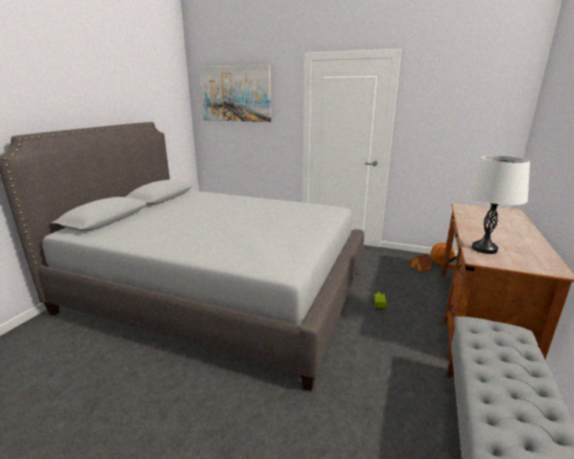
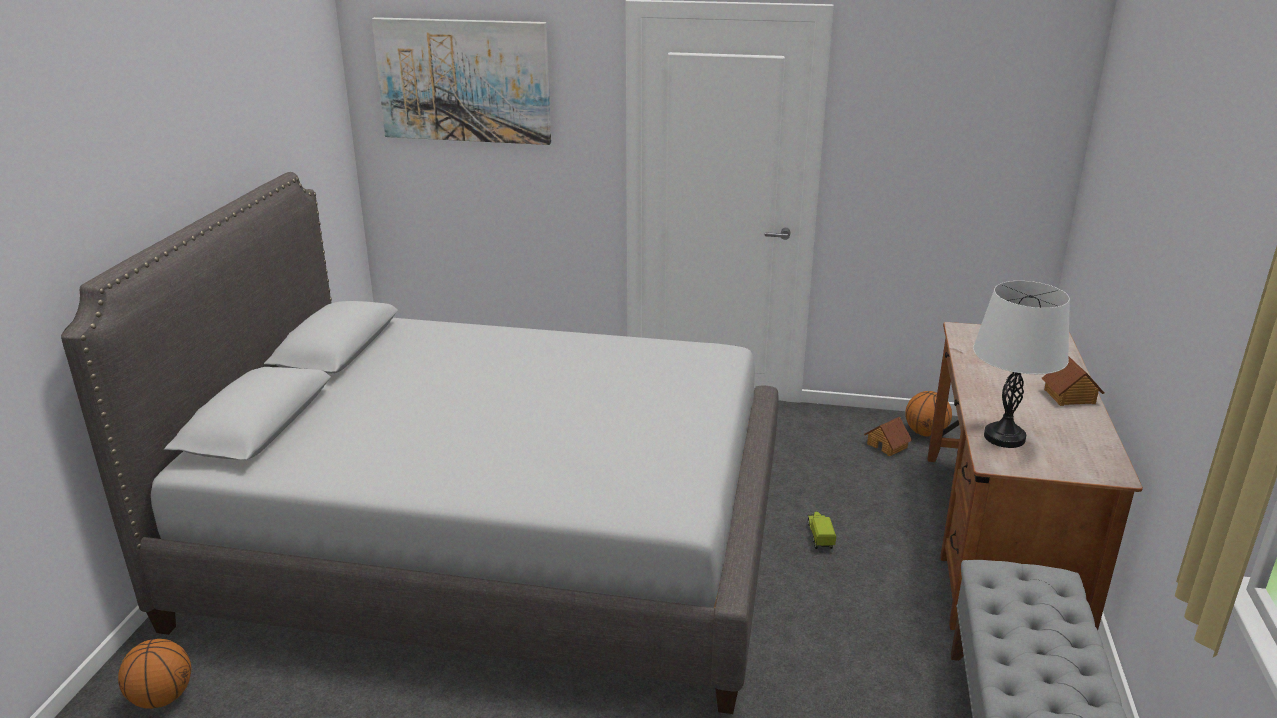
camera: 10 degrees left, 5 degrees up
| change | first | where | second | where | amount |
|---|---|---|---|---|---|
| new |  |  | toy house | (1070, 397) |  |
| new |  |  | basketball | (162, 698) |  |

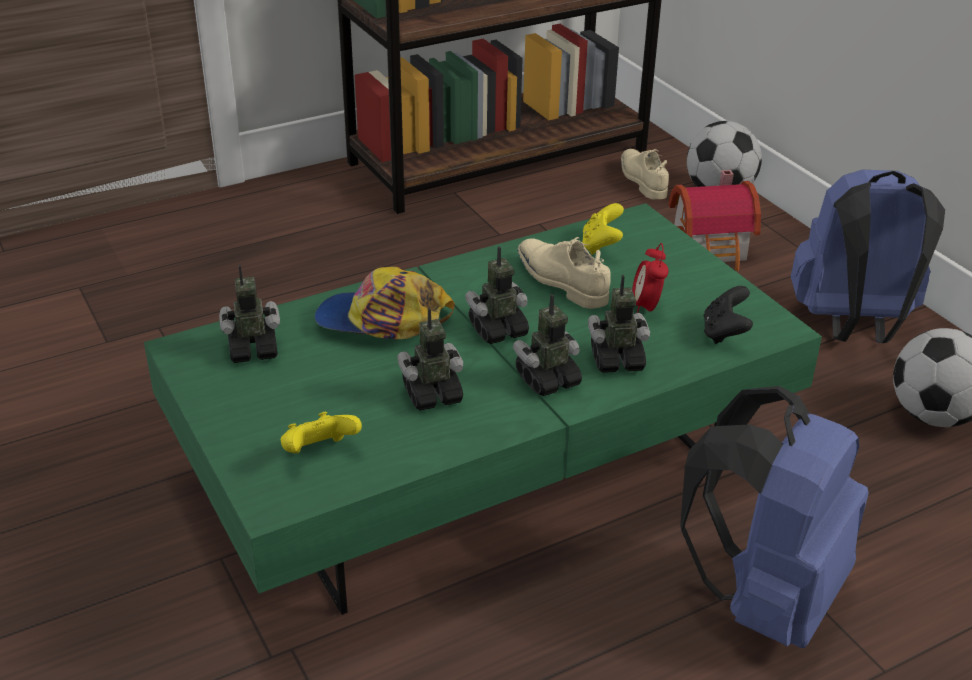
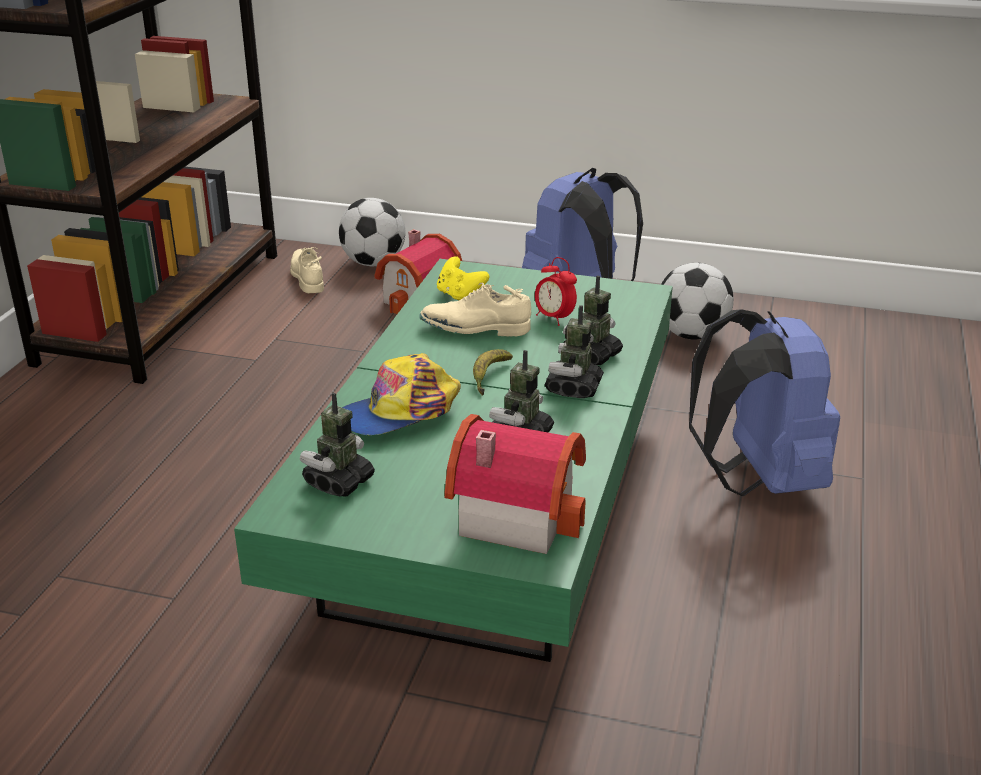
camera: 45 degrees left, 5 degrees down
| change | first | where | second | where | amount |
|---|---|---|---|---|---|
| rotated | shoe in beige | (642, 181) |  | (307, 278) | 45 degrees clockwise |
| swapped | toy robot | (498, 330) | banana | (489, 377) |  |
| gone | game controller in black | (724, 333) |  |  |  |
| swapped | game controller in yellow | (319, 452) | toy house | (515, 512) |  |

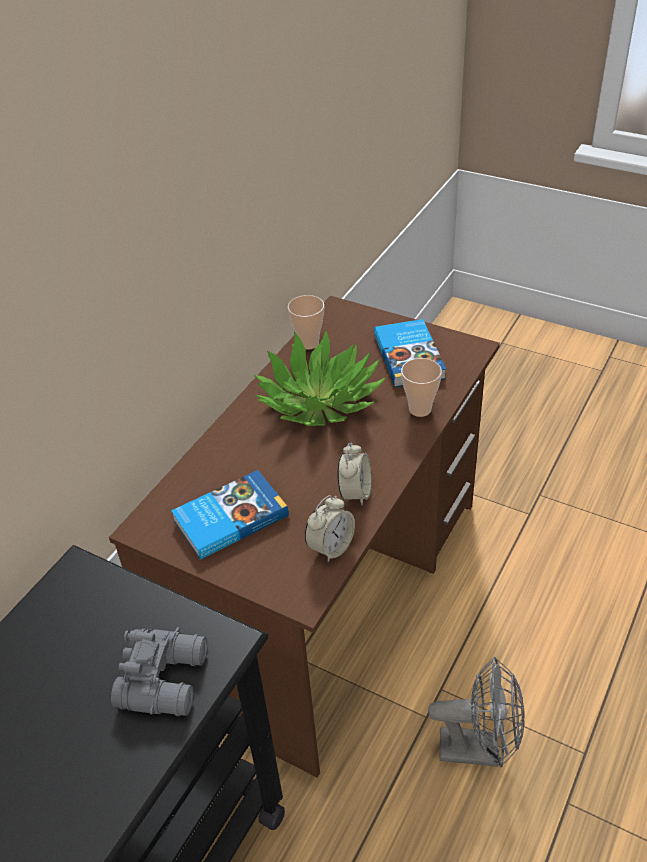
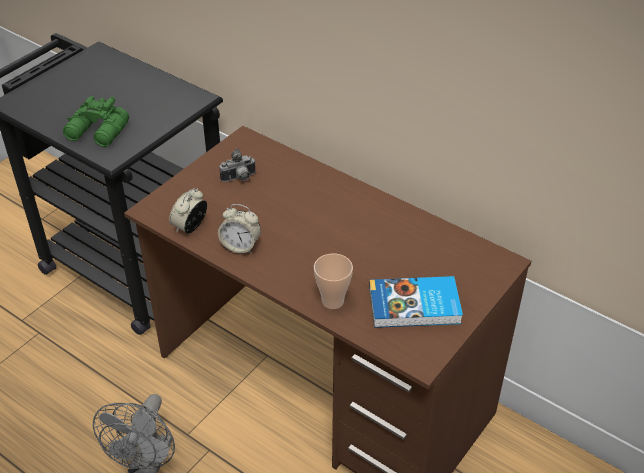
camera: 95 degrees right, 0 degrees up
| change | first | where | second | where | amount |
|---|---|---|---|---|---|
| gone | cup | (308, 343) |  |  |  |
| gone | potted plant | (320, 401) |  |  |  |
| swapped | book | (229, 517) | photo camera | (239, 178) |  |
| rotated | alarm clock | (331, 547) |  | (190, 227) | 75 degrees clockwise |
| repainted | binoculars in grey | (166, 678) | binoculars in green | (98, 133) |  |

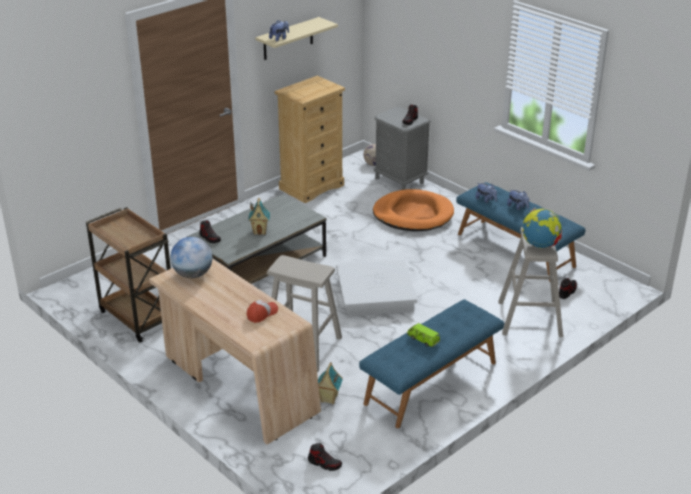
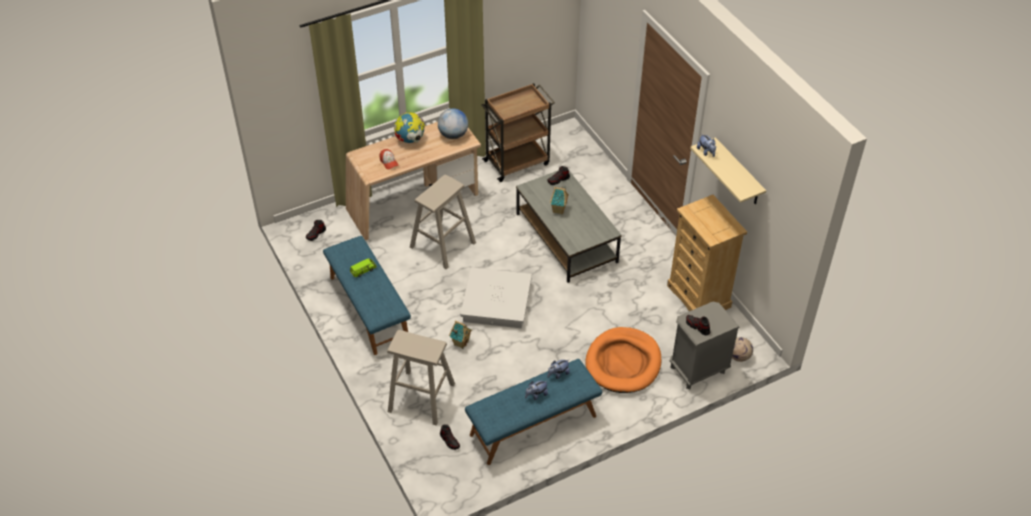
camera: 105 degrees right, 15 degrees up
| change | first | where | second | where | amount |
|---|---|---|---|---|---|
| shifted | globe | (540, 245) |  | (410, 140) |  |
| shifted | toy house | (328, 399) |  | (460, 343) |  |

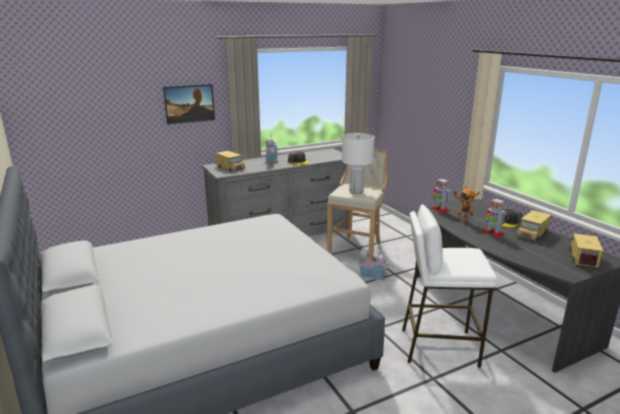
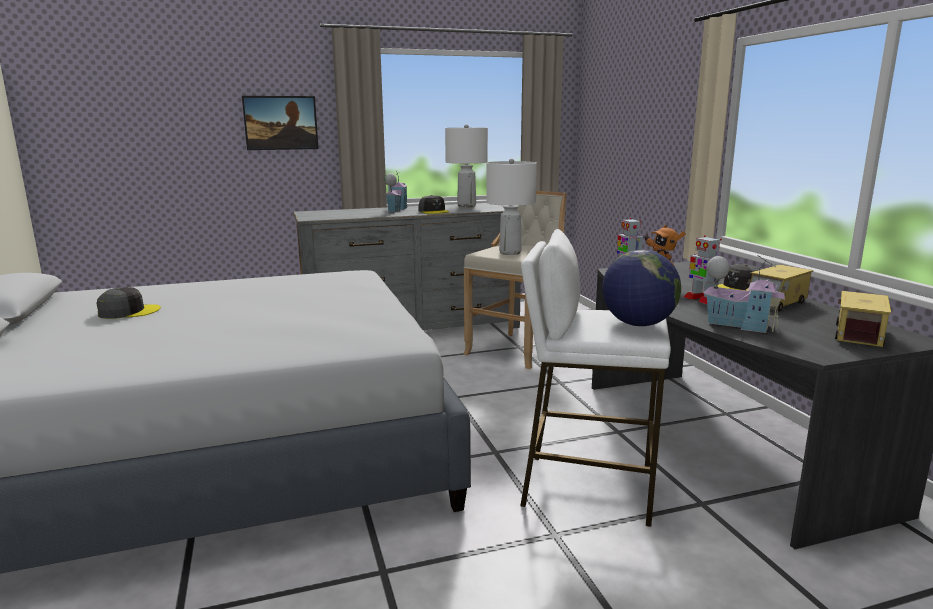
camera: 10 degrees right, 5 degrees down
| change | first | where | second | where | amount |
|---|---|---|---|---|---|
| gone | toy truck | (230, 168) |  |  |  |
| shifted | toy house | (373, 276) |  | (740, 325) |  |
| new |  |  | table lamp in white | (466, 206) |  |
| new |  |  | globe | (638, 324) |  |
| new |  |  | cap in grey | (128, 312) |  |

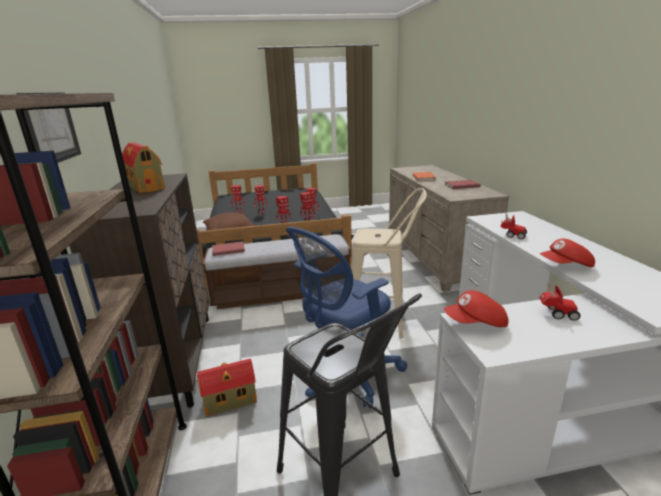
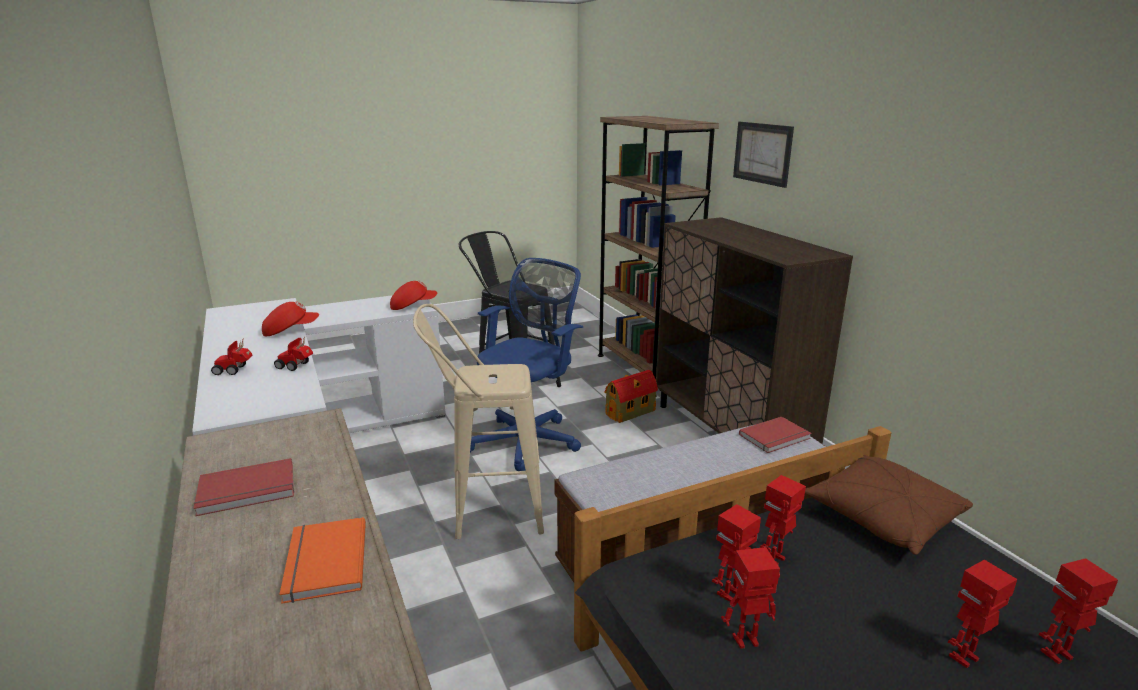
camera: 165 degrees right, 0 degrees up
| change | first | where | second | where | amount |
|---|---|---|---|---|---|
| gone | toy house | (145, 186) |  |  |  |
| shifted | toy car | (556, 313) |  | (235, 370) |  |

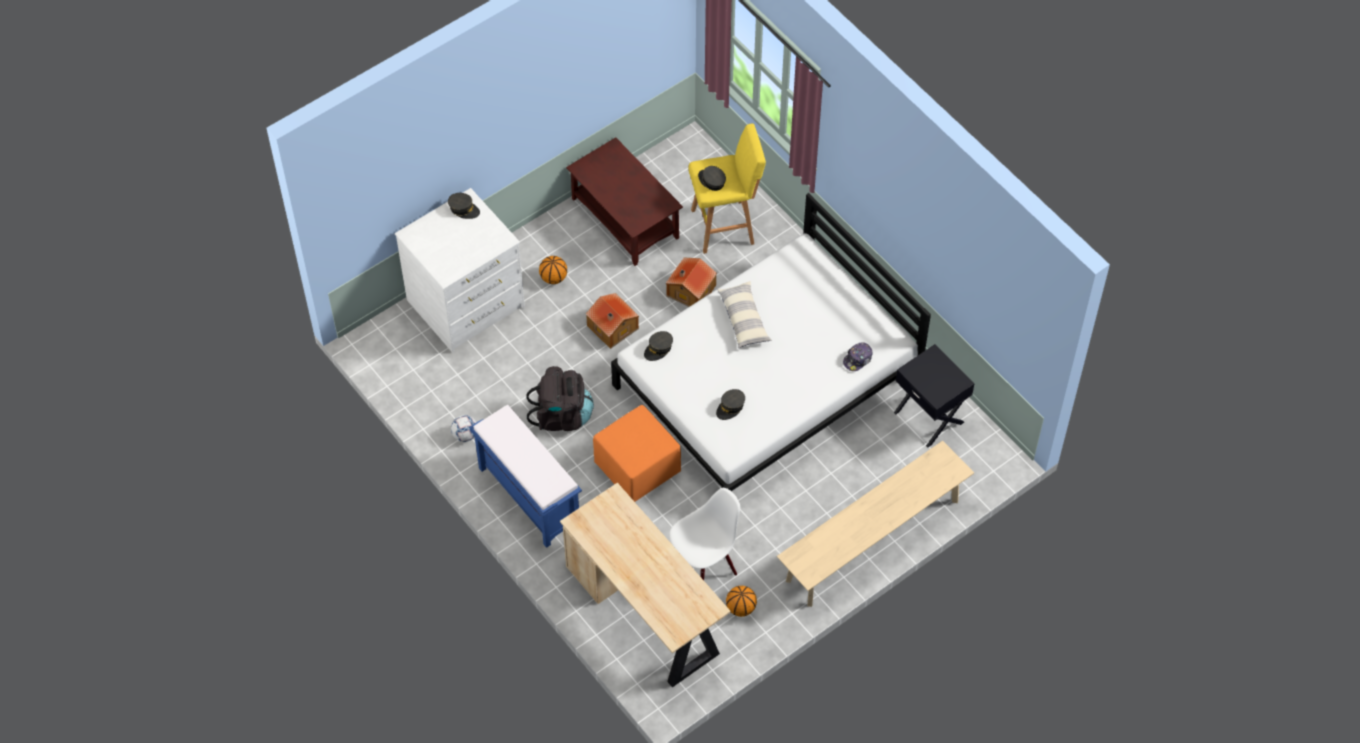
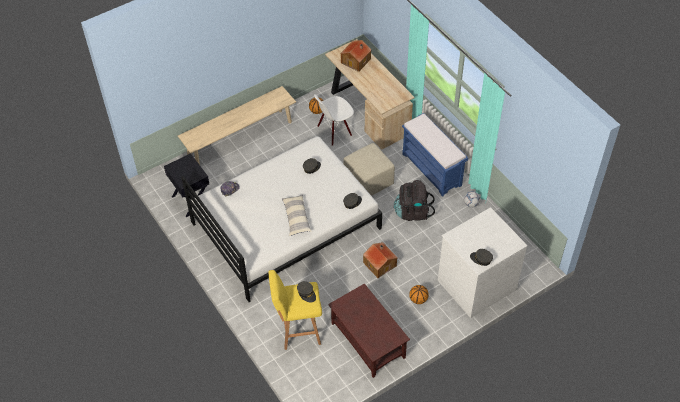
camera: 175 degrees left, 5 degrees down
| change | first | where | second | where | amount |
|---|---|---|---|---|---|
| shifted | toy house | (690, 291) |  | (356, 61) |  |
| repainted | ottoman in orange | (638, 468) | ottoman in beige | (368, 181) |  |

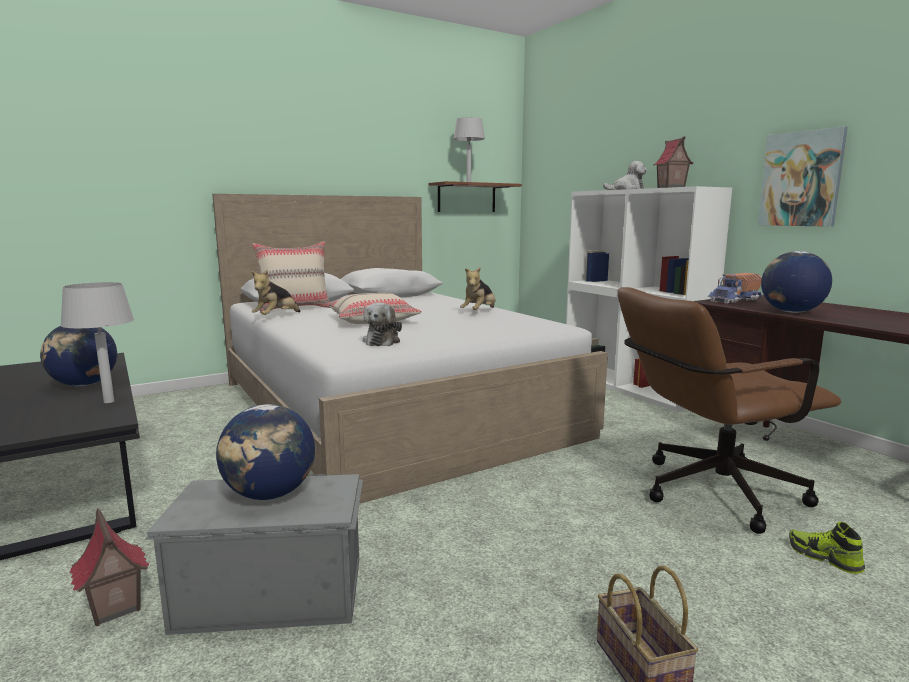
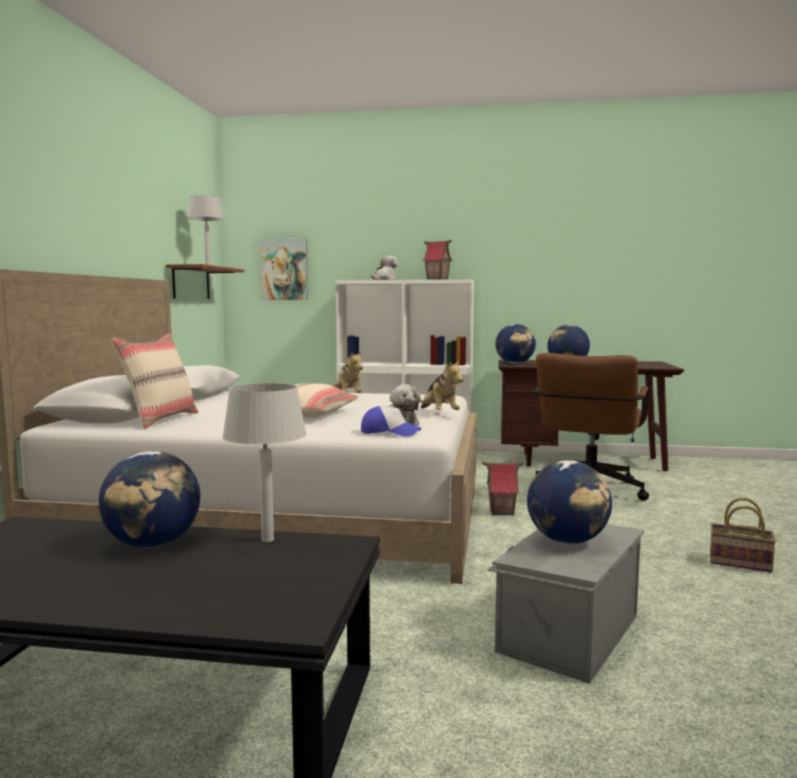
camera: 50 degrees left, 5 degrees down
| change | first | where | second | where | amount |
|---|---|---|---|---|---|
| shifted | picture | (801, 179) |  | (284, 269) |  |
| shifted | plush toy | (276, 317) |  | (439, 413) |  |
| swapped | toy truck | (735, 300) | globe | (515, 363) |  |
| shifted | toy house | (114, 608) |  | (502, 512) |  |
| gone | shoe | (824, 558) |  |  |  |
| new |  |  | cap | (390, 432) |  |

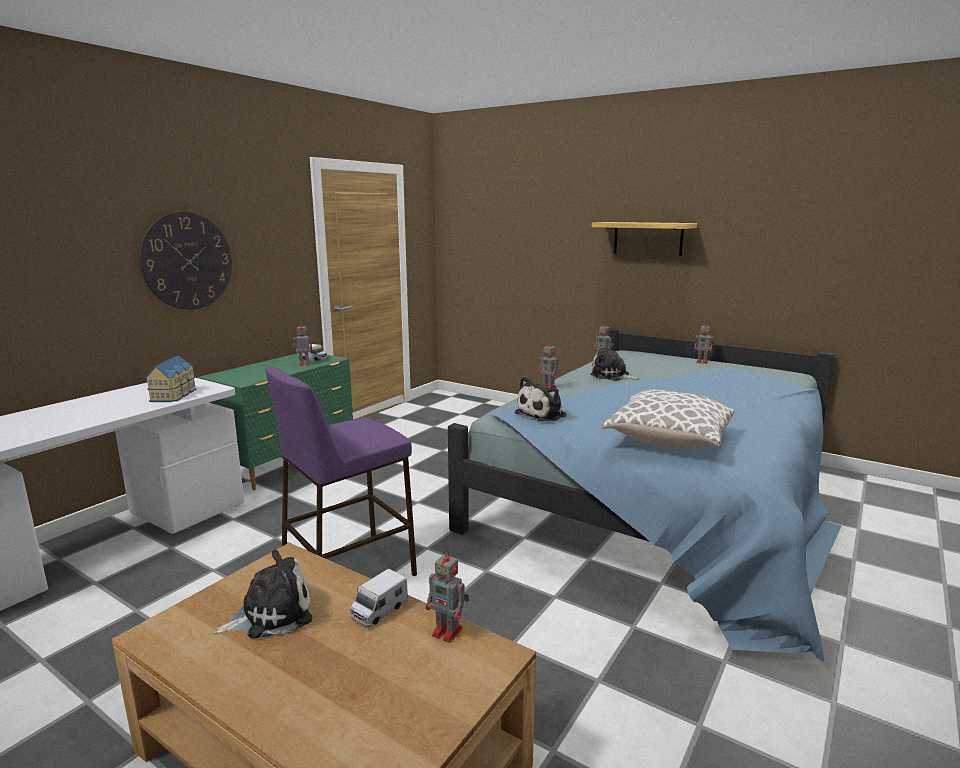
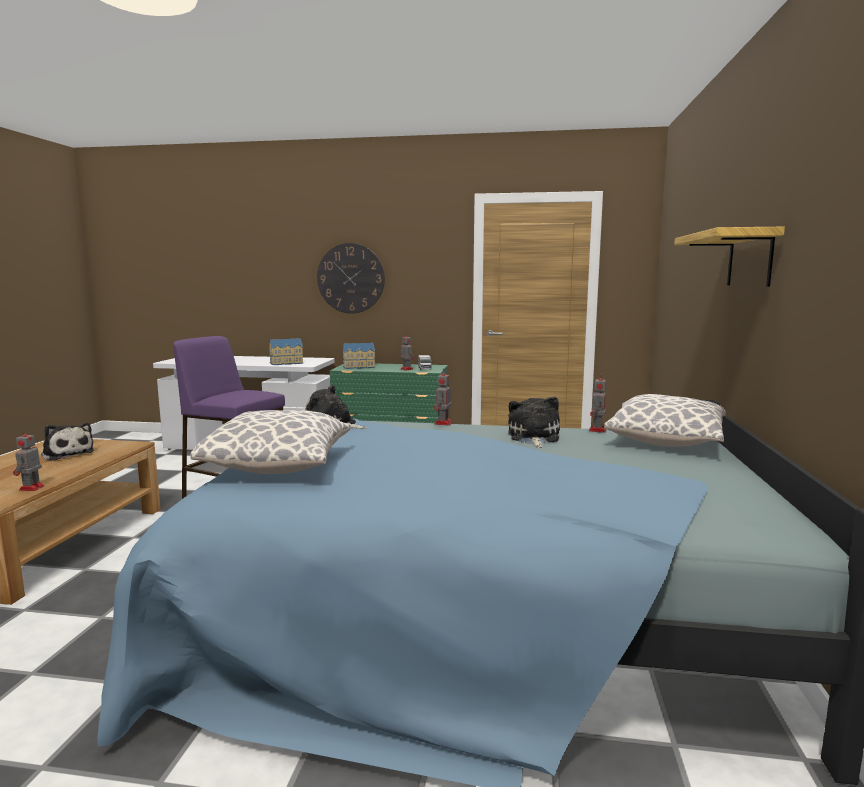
camera: 65 degrees right, 5 degrees down
| change | first | where | second | where | amount |
|---|---|---|---|---|---|
| gone | toy robot | (702, 362) |  |  |  |
| gone | toy truck | (379, 610) |  |  |  |
| new |  |  | toy house | (359, 367) |  |
| new |  |  | pillow | (665, 442) |  |

